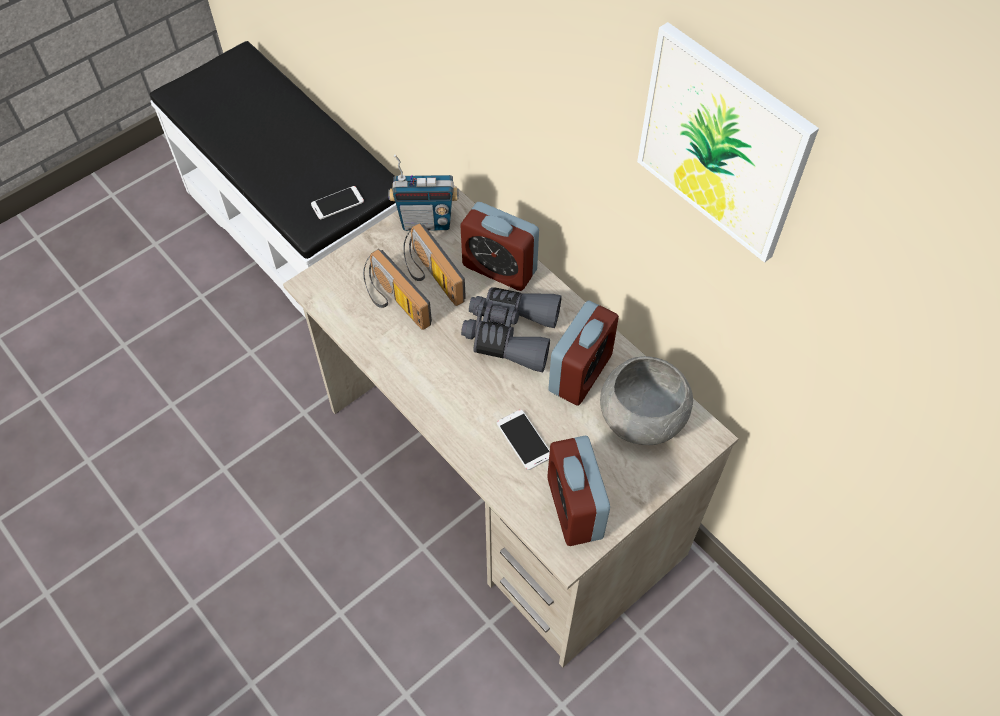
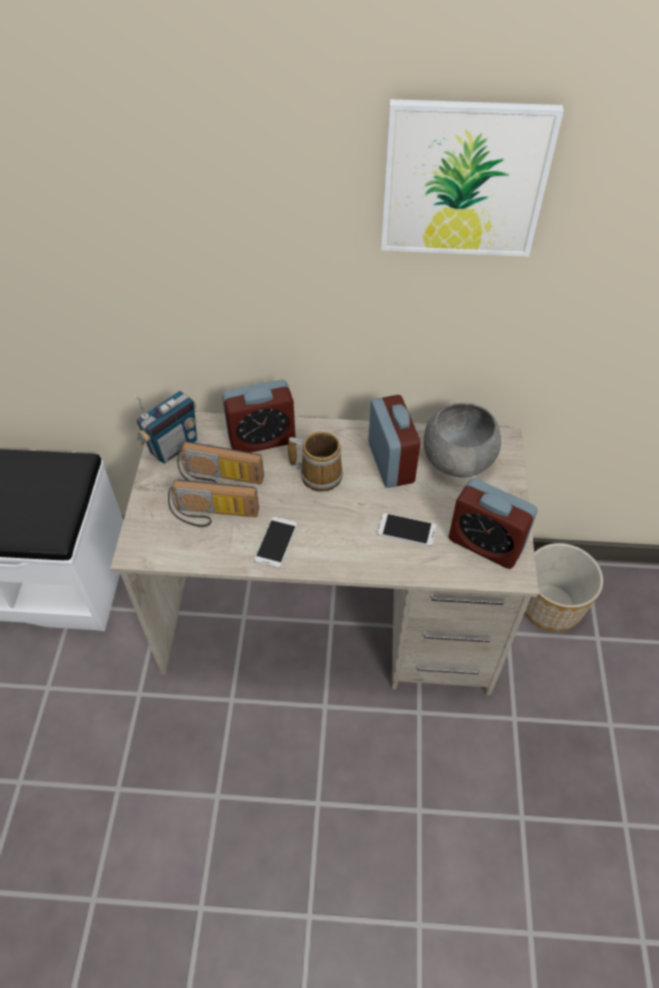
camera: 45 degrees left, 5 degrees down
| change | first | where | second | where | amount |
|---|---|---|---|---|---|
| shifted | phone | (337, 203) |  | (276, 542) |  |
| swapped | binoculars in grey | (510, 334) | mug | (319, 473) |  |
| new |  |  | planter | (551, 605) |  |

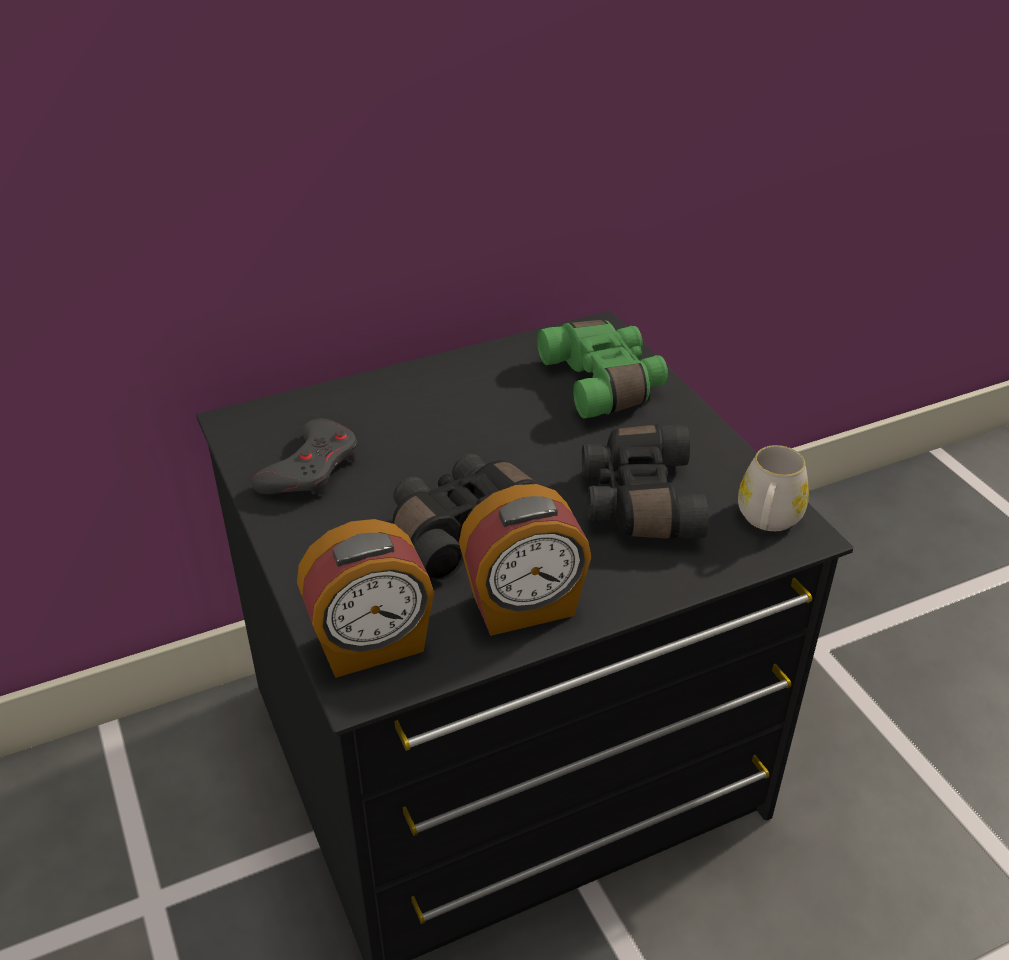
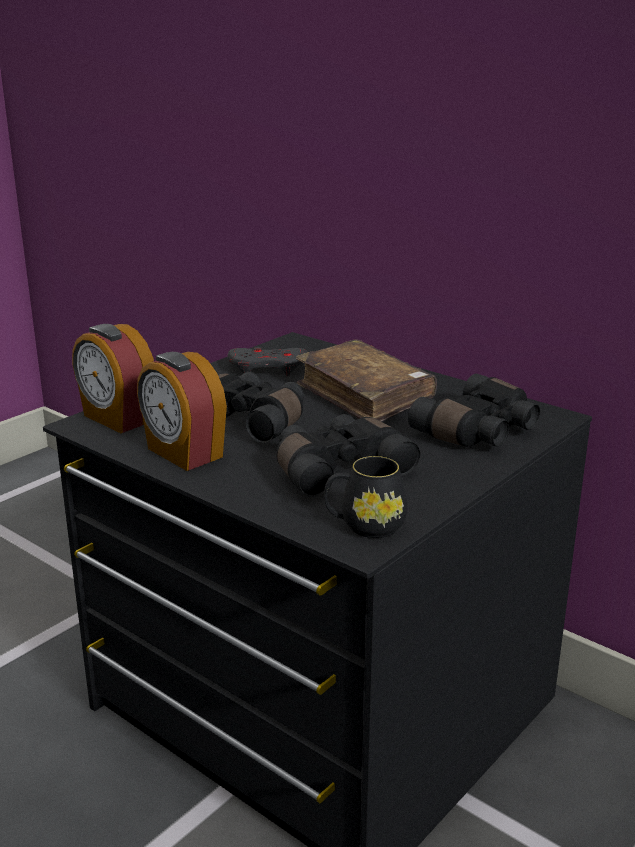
camera: 65 degrees right, 15 degrees down
| change | first | where | second | where | amount |
|---|---|---|---|---|---|
| repainted | binoculars in green | (605, 383) | binoculars in black | (479, 432) |  |
| repainted | mug in white | (767, 520) | mug in black | (365, 526) |  |
| new |  |  | book in brown | (364, 396) |  |

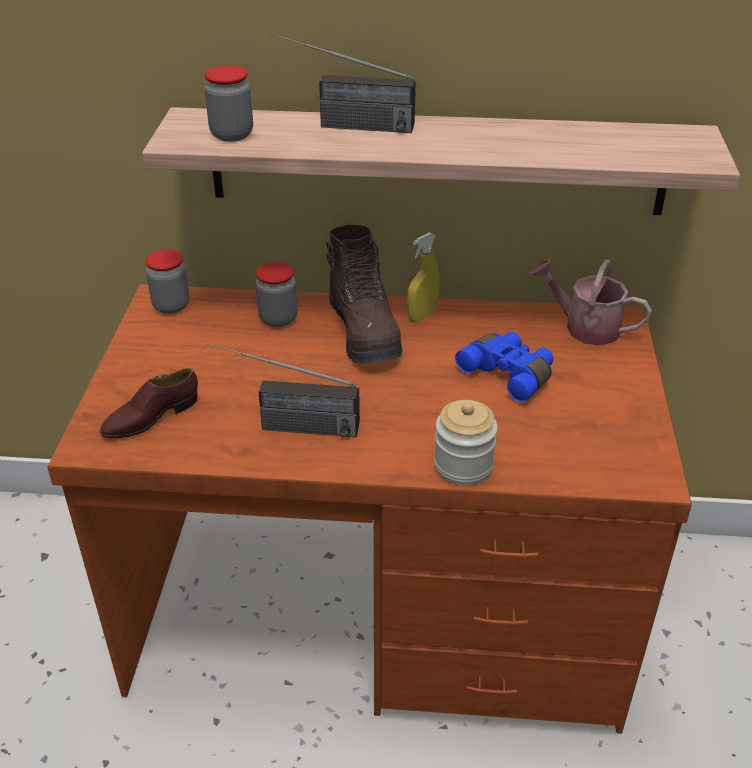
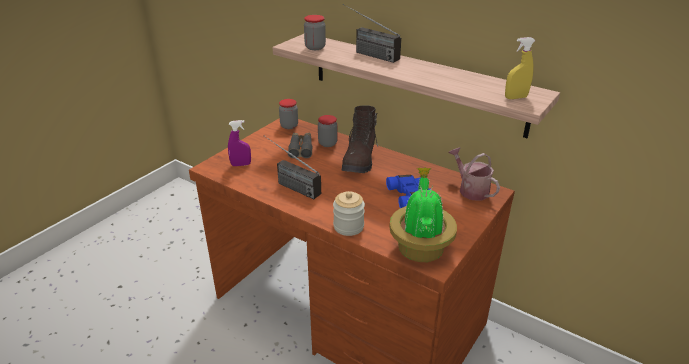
camera: 30 degrees right, 5 degrees down
| change | first | where | second | where | amount |
|---|---|---|---|---|---|
| shifted | spray bottle in yellow | (422, 316) |  | (515, 97) |  |
| swapped | shoe in brown | (151, 417) | spray bottle in purple | (241, 164) |  |
| new |  |  | binoculars in grey | (301, 148) |  |
| new |  |  | potted plant | (420, 247) |  |

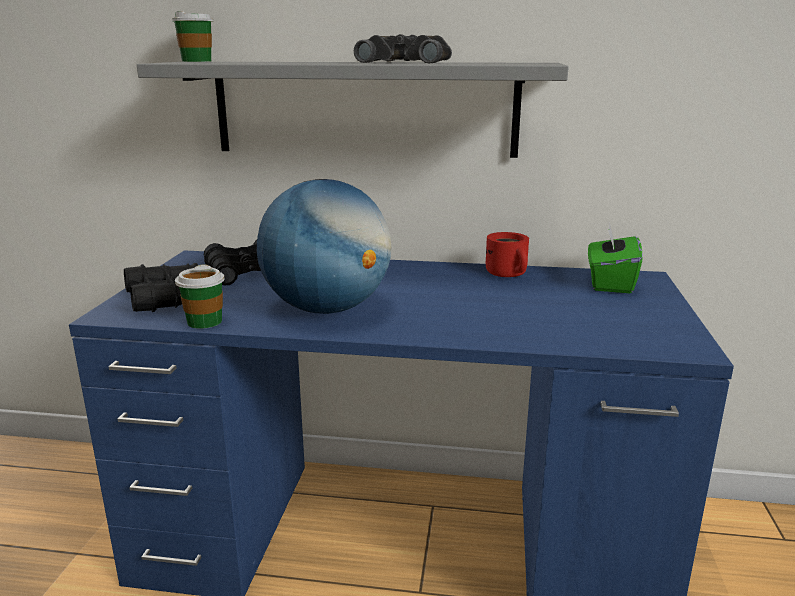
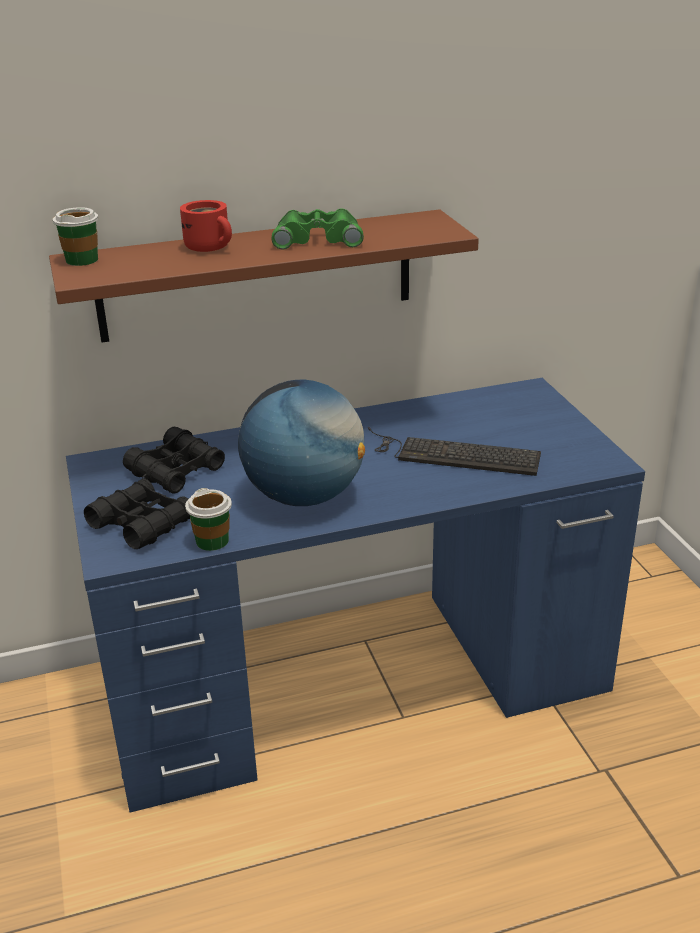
camera: 25 degrees left, 10 degrees up
| change | first | where | second | where | amount |
|---|---|---|---|---|---|
| repainted | binoculars in black | (407, 62) | binoculars in green | (318, 238) |  |
| repainted | shelf in grey | (364, 109) | shelf in brown | (257, 276) |  |
| gone | tissue box in green | (610, 283) |  |  |  |
| shifted | mug in red | (509, 274) |  | (211, 247) |  |
| new |  |  | keyboard | (452, 454) |  |

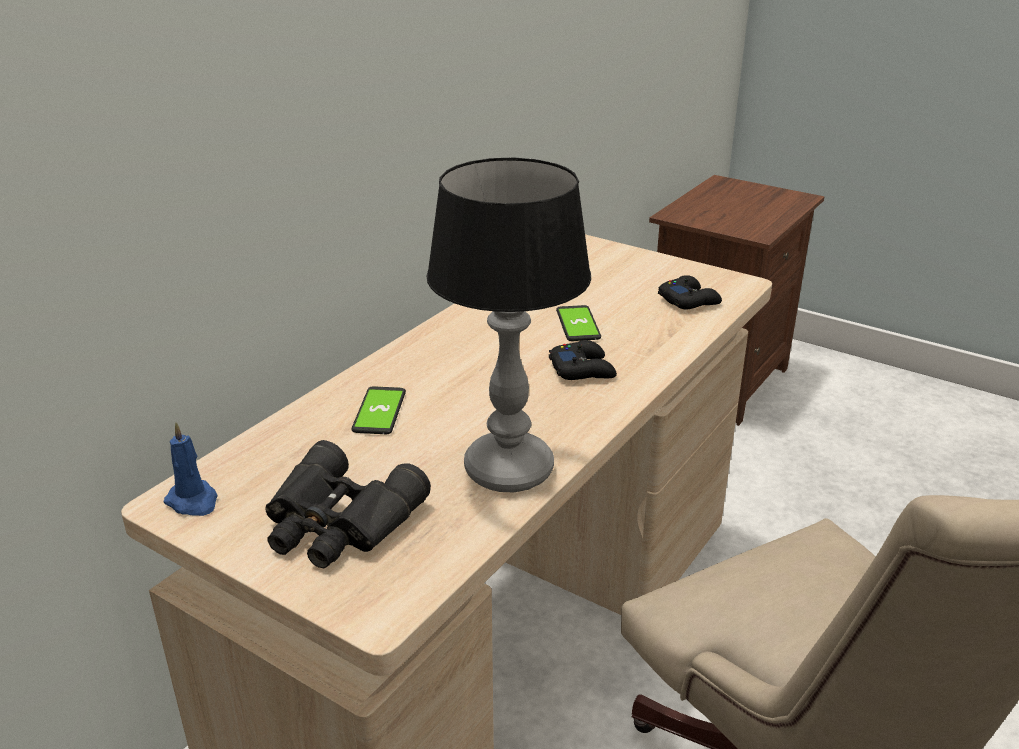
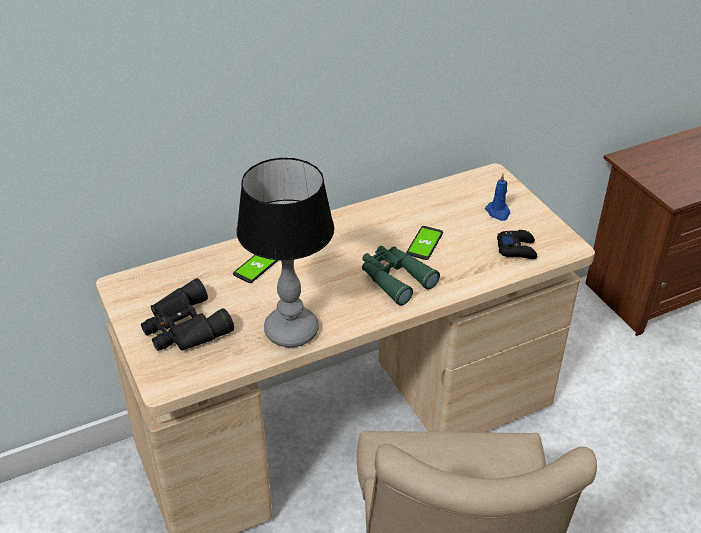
camera: 30 degrees right, 10 degrees up
| change | first | where | second | where | amount |
|---|---|---|---|---|---|
| swapped | game controller in black | (582, 369) | binoculars in green | (395, 279) |  |
| shifted | candle in blue | (193, 501) |  | (498, 212) |  |

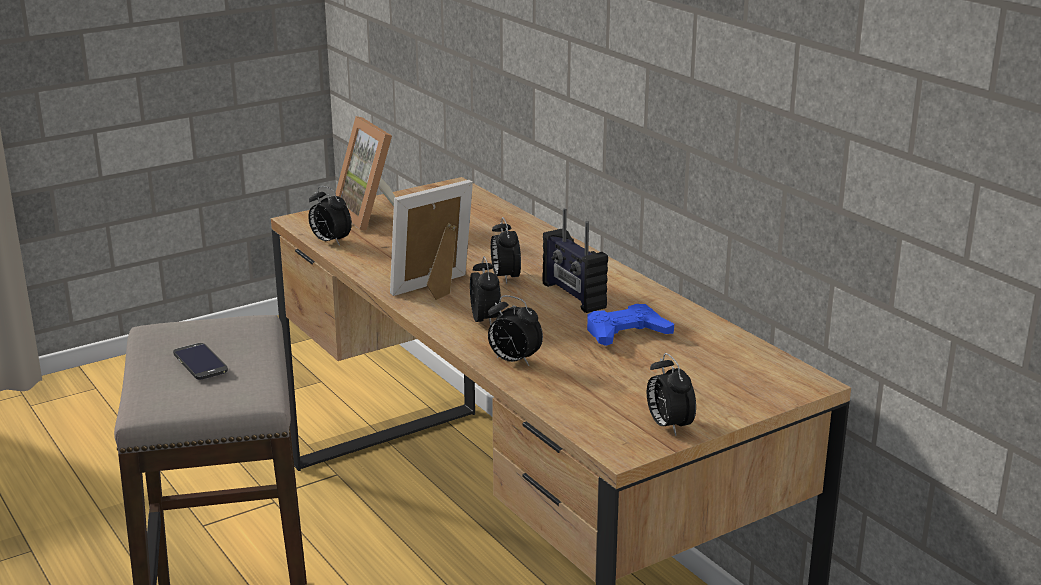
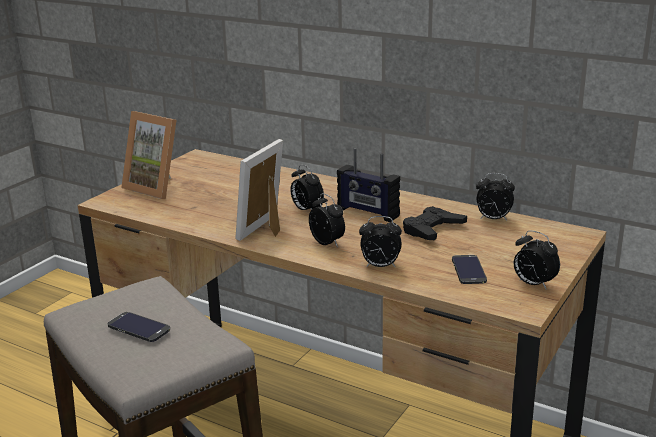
camera: 25 degrees left, 0 degrees up
| change | first | where | second | where | amount |
|---|---|---|---|---|---|
| shifted | alarm clock | (330, 241) |  | (493, 219) |  |
| repainted | game controller in blue | (626, 333) | game controller in black | (432, 229) |  |
| new |  |  | phone | (468, 270) |  |

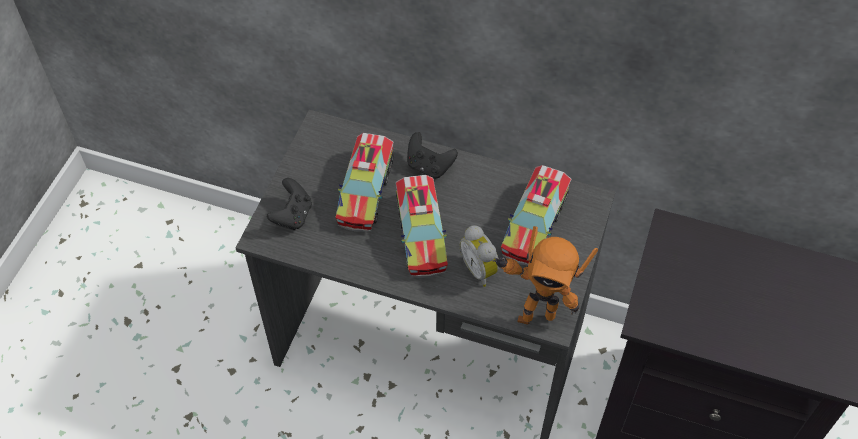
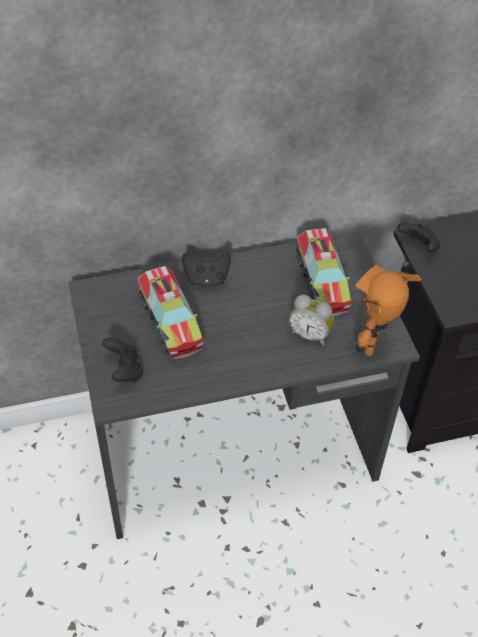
camera: 35 degrees left, 5 degrees down
| change | first | where | second | where | amount |
|---|---|---|---|---|---|
| gone | toy truck | (421, 233) |  |  |  |
| rotated | toy robot | (535, 314) |  | (376, 345) | 150 degrees clockwise |
| new |  |  | game controller in black | (418, 247) |  |

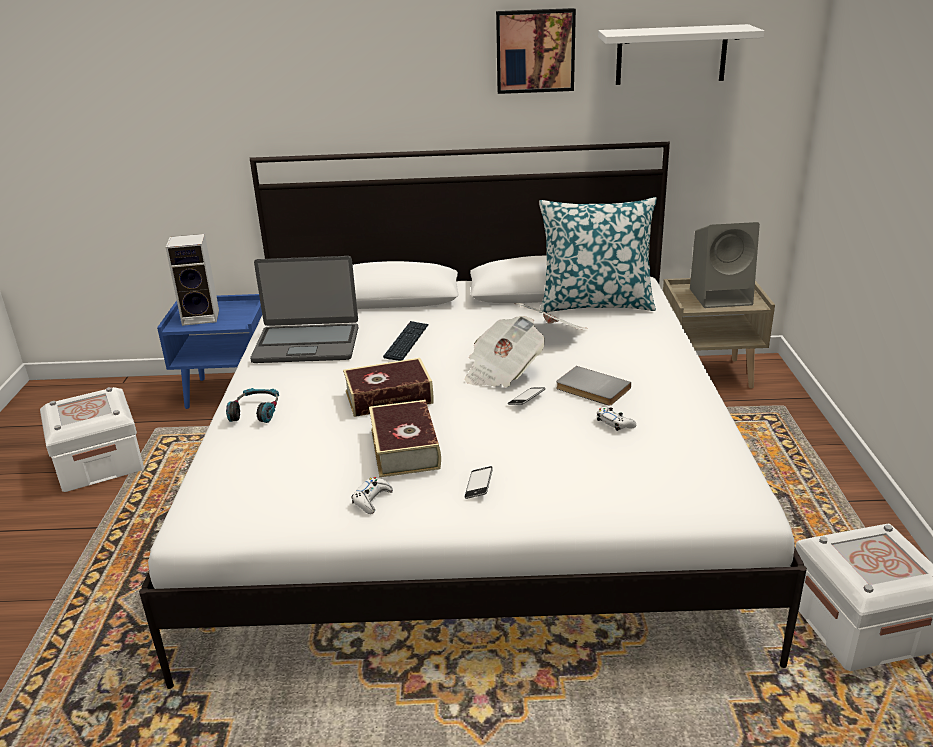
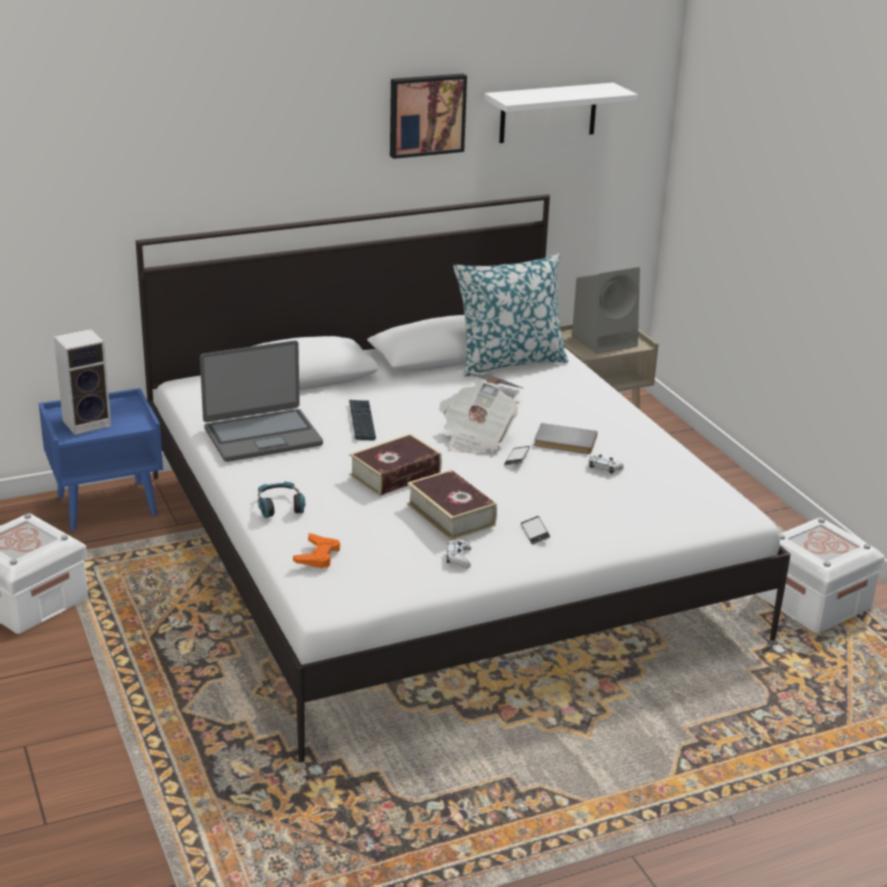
camera: 25 degrees left, 0 degrees up
| change | first | where | second | where | amount |
|---|---|---|---|---|---|
| new |  |  | game controller in orange | (318, 555) |  |

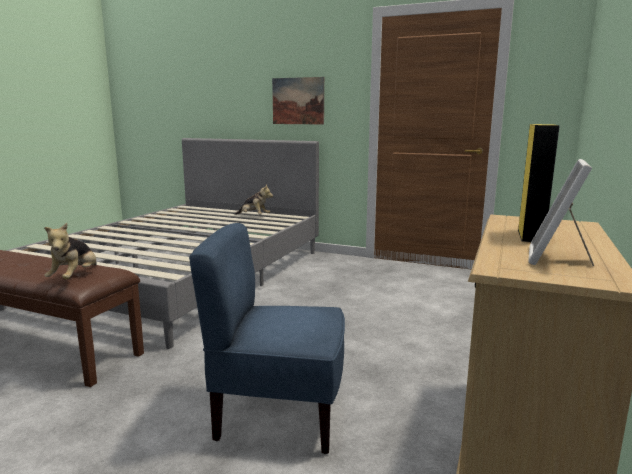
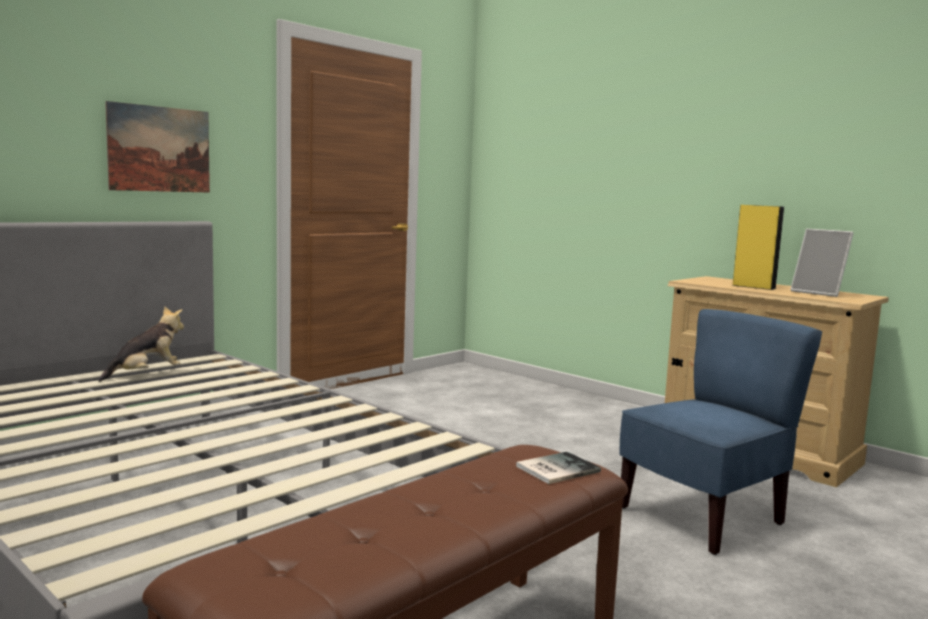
camera: 70 degrees left, 5 degrees down
| change | first | where | second | where | amount |
|---|---|---|---|---|---|
| swapped | plush toy | (75, 277) | book | (555, 469) |  |
| rotated | chair in blue | (278, 414) |  | (703, 517) | 150 degrees counterclockwise |

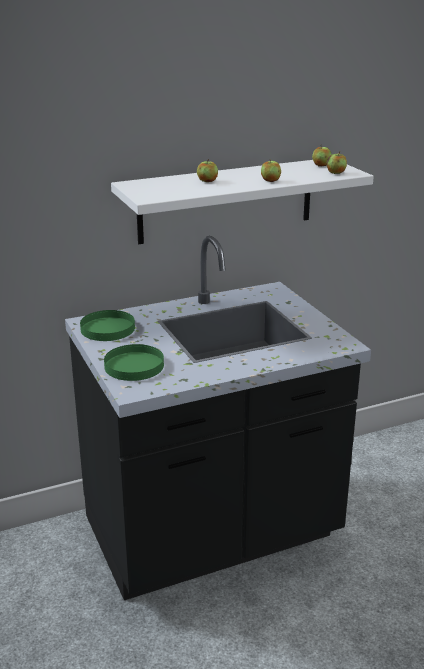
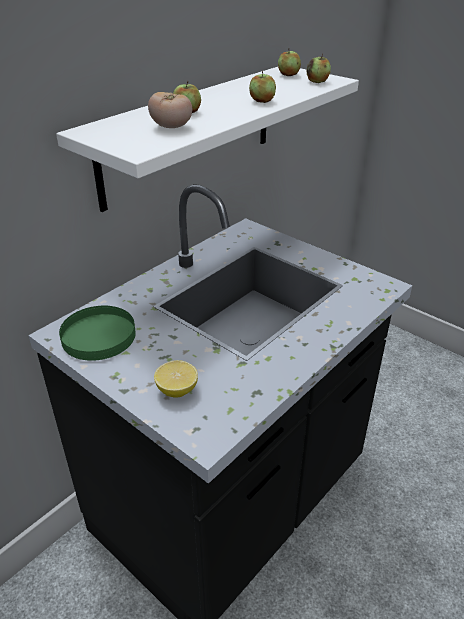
camera: 25 degrees left, 10 degrees up
| change | first | where | second | where | amount |
|---|---|---|---|---|---|
| swapped | plate in green | (133, 366) | lemon | (177, 390) |  |
| new |  |  | tomato | (171, 127) |  |

